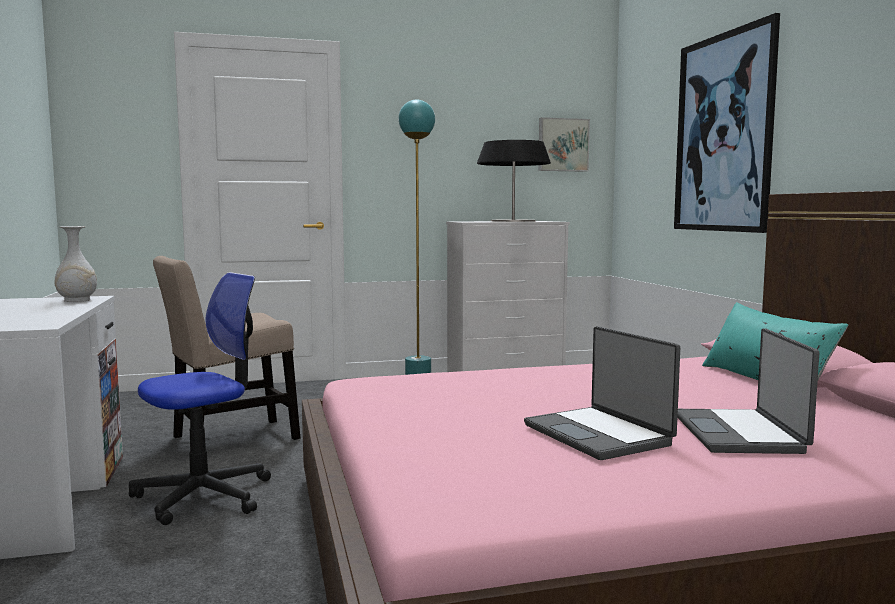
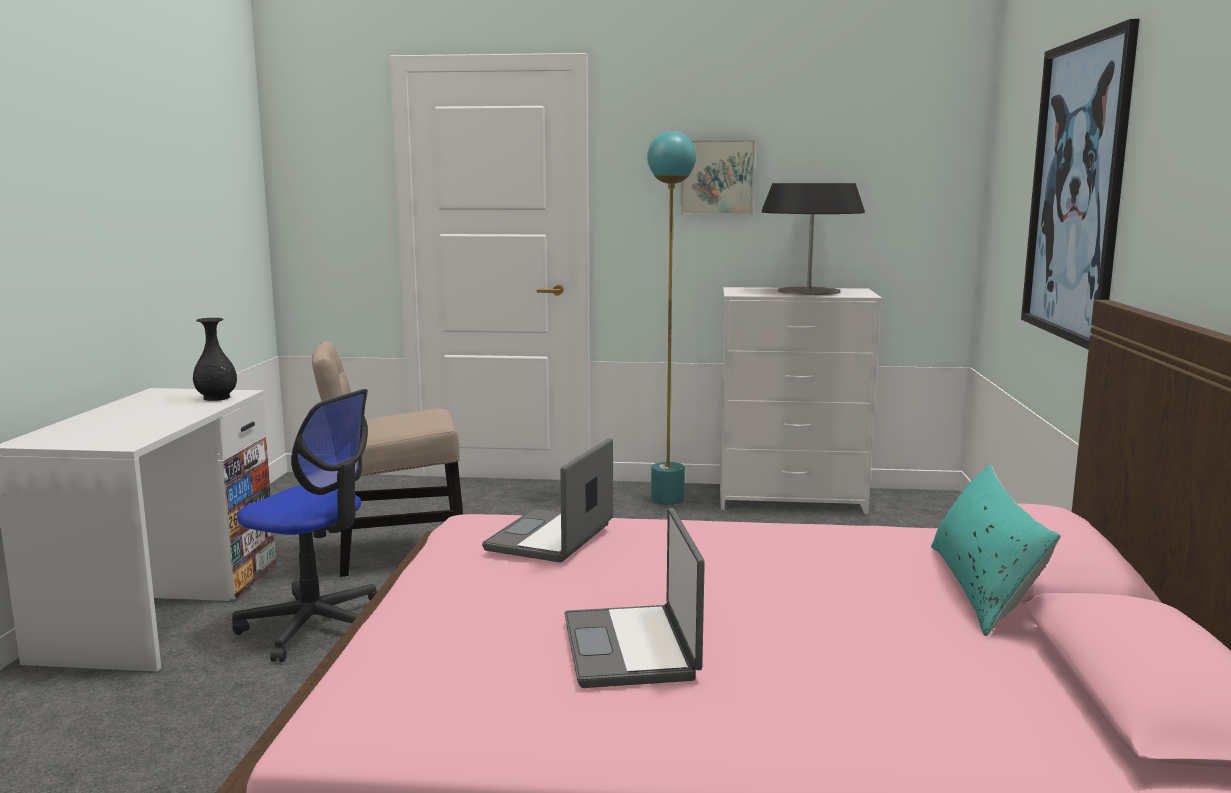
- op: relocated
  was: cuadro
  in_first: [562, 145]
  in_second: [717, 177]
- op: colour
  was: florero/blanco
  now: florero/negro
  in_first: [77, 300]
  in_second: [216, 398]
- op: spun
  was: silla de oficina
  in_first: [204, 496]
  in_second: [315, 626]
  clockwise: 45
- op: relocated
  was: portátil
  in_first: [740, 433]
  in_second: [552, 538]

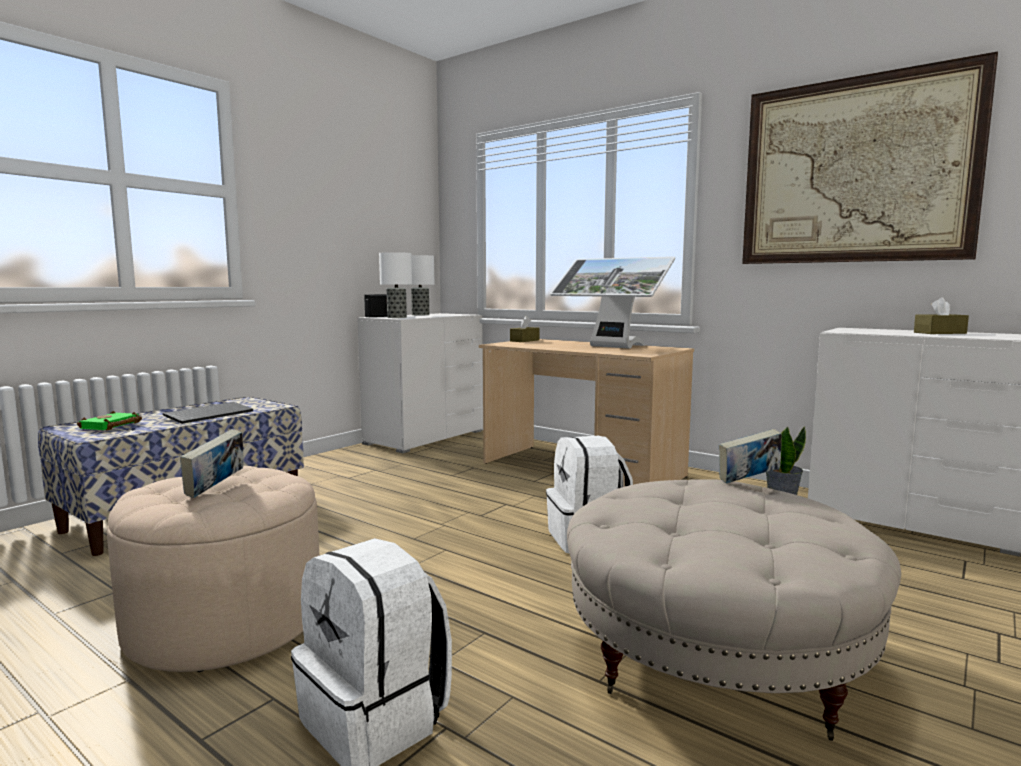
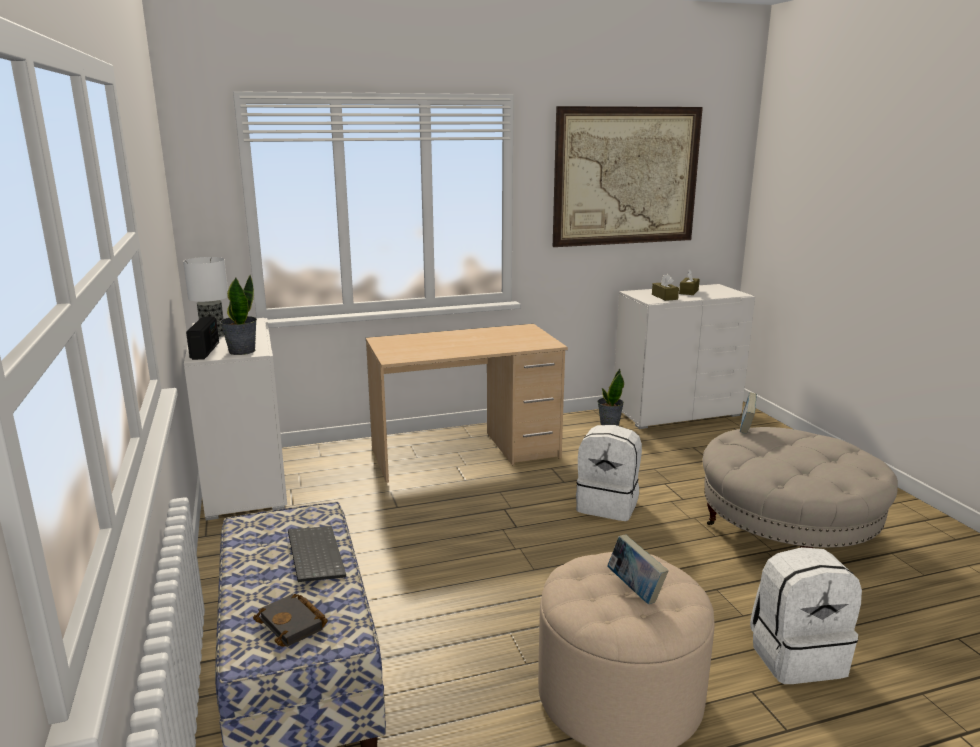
- op: exchanged
  was: lámpara de mesa
  now: planta en maceta
  in_first: [397, 317]
  in_second: [241, 351]
- op: missing
  was: monitor
  in_first: [610, 347]
- op: relocated
  was: caja de pañuelos/marrón
  in_first: [524, 340]
  in_second: [664, 297]
- op: colour
  was: libro/verde
  now: libro/negro
  in_first: [111, 426]
  in_second: [294, 624]

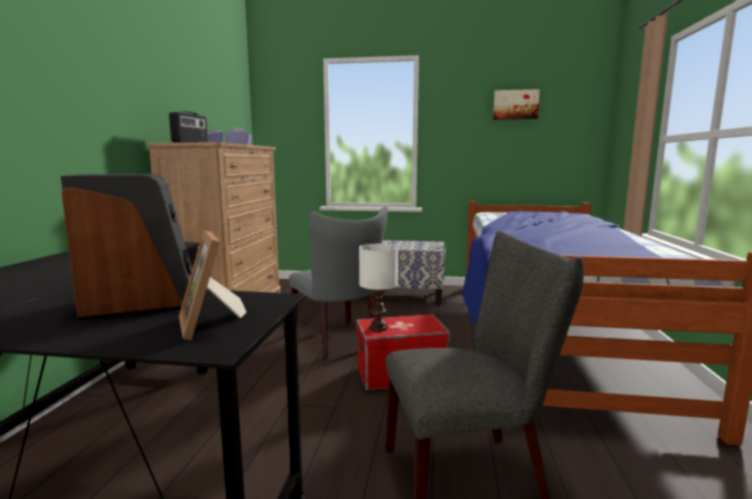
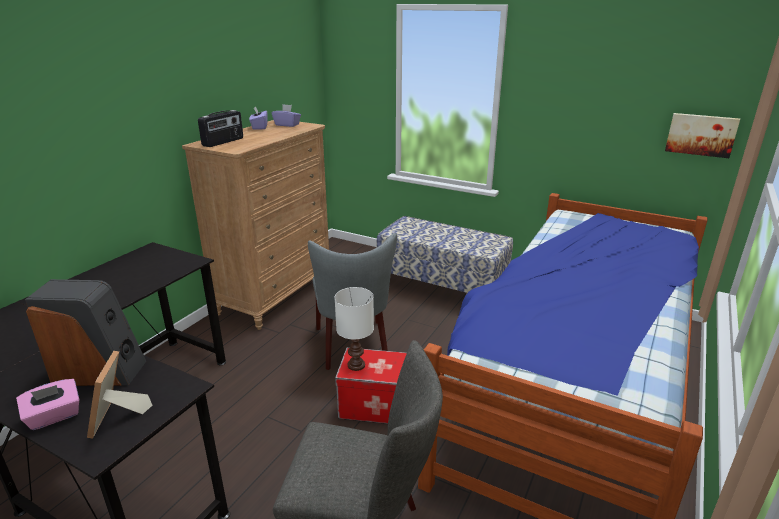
- op: relocated
  was: cuadro
  in_first: [515, 105]
  in_second: [701, 134]
- op: appeared
  now: caja de pañuelos/rosa
  in_second: [54, 416]

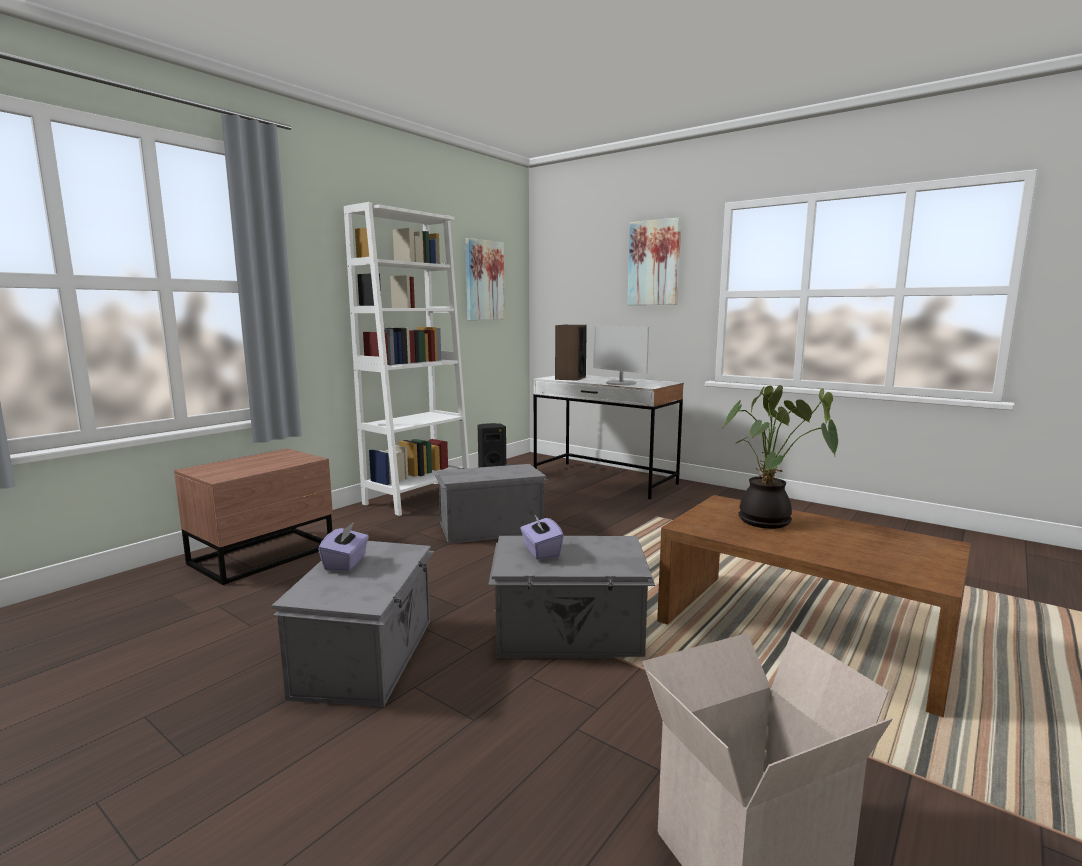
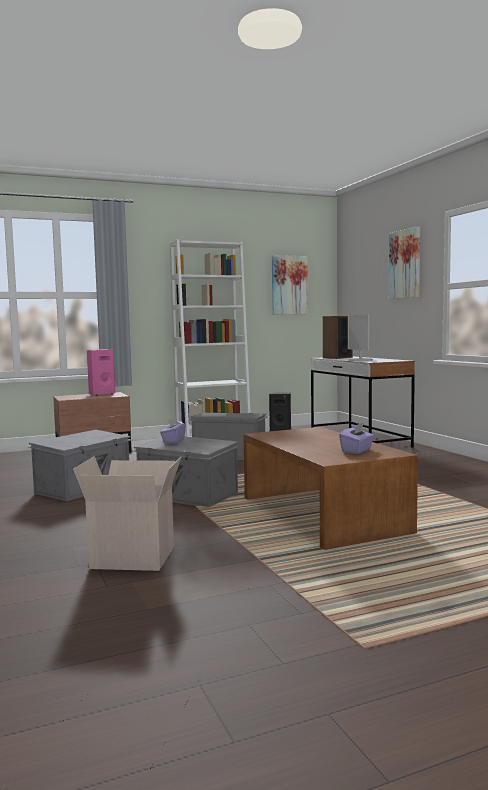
- op: missing
  was: planta en maceta
  in_first: [769, 522]
- op: relocated
  was: caja de pañuelos/morado
  in_first: [346, 563]
  in_second: [357, 451]
- op: appeared
  now: altavoz/rosa
  in_second: [101, 394]

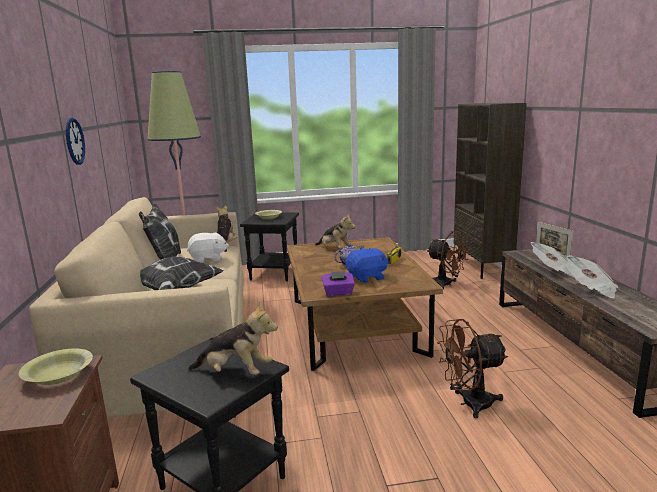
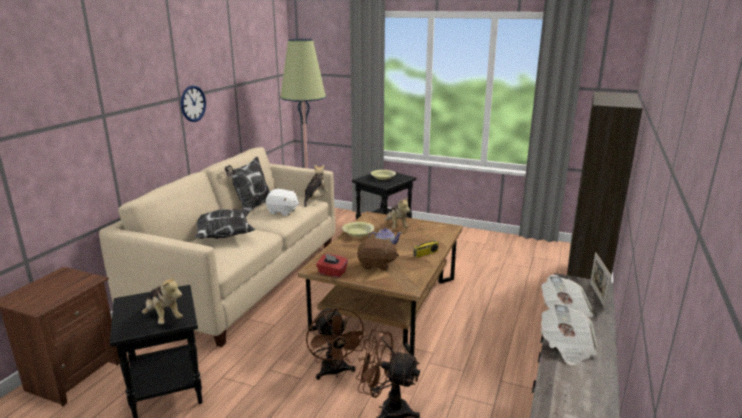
- op: relocated
  was: ventilador/marrón
  in_first: [446, 284]
  in_second: [335, 372]
- op: colour
  was: peluche/azul
  now: peluche/marrón
  in_first: [367, 277]
  in_second: [376, 265]
- op: colour
  was: caja de pañuelos/morado
  now: caja de pañuelos/rojo
  in_first: [338, 293]
  in_second: [332, 273]
- op: relocated
  was: cuenco/amarillo
  in_first: [59, 375]
  in_second: [358, 233]

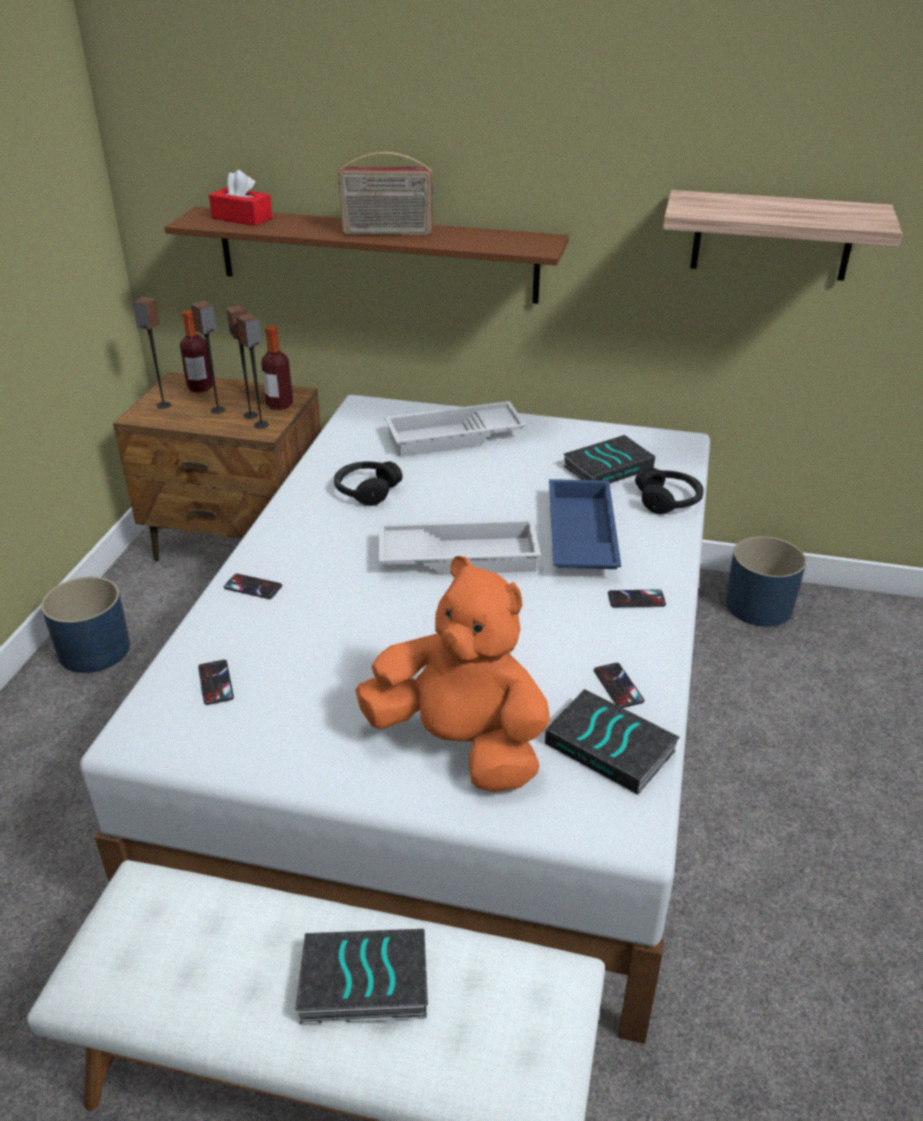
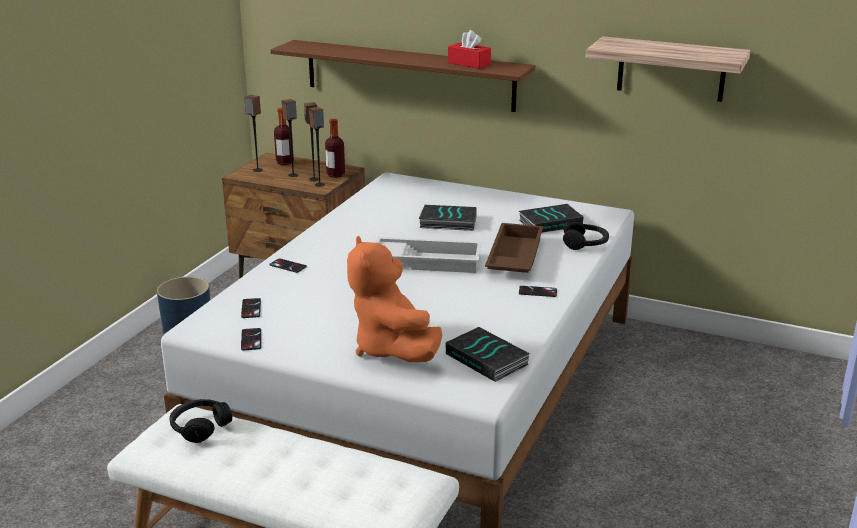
- op: missing
  was: radio
  in_first: [387, 233]
- op: relocated
  was: caja de pañuelos/rojo
  in_first: [242, 218]
  in_second: [469, 63]
- op: missing
  was: bandeja/blanco
  in_first: [454, 438]
- op: relocated
  was: auriculares/negro
  in_first: [366, 491]
  in_second: [200, 427]
- op: colour
  was: bandeja/azul
  now: bandeja/marrón
  in_first: [578, 536]
  in_second: [513, 257]
- op: missing
  was: maceta/azul
  in_first: [758, 606]
- op: spun
  was: peluche/naranja
  in_first: [460, 743]
  in_second: [392, 349]
  clockwise: -150
- op: relocated
  was: móvil
  in_first: [618, 686]
  in_second: [251, 339]
- op: relocated
  was: libro
  in_first: [363, 984]
  in_second: [447, 222]

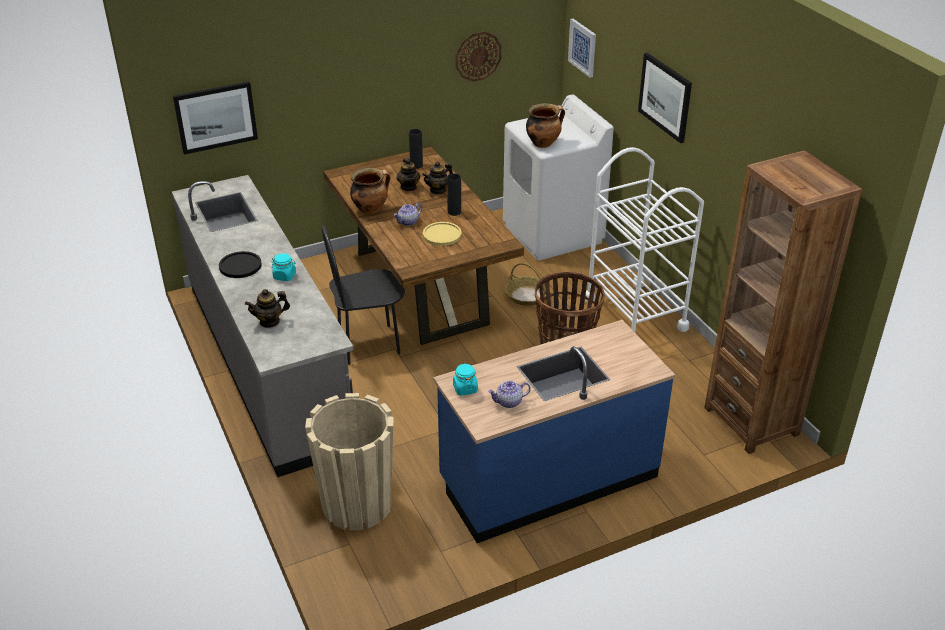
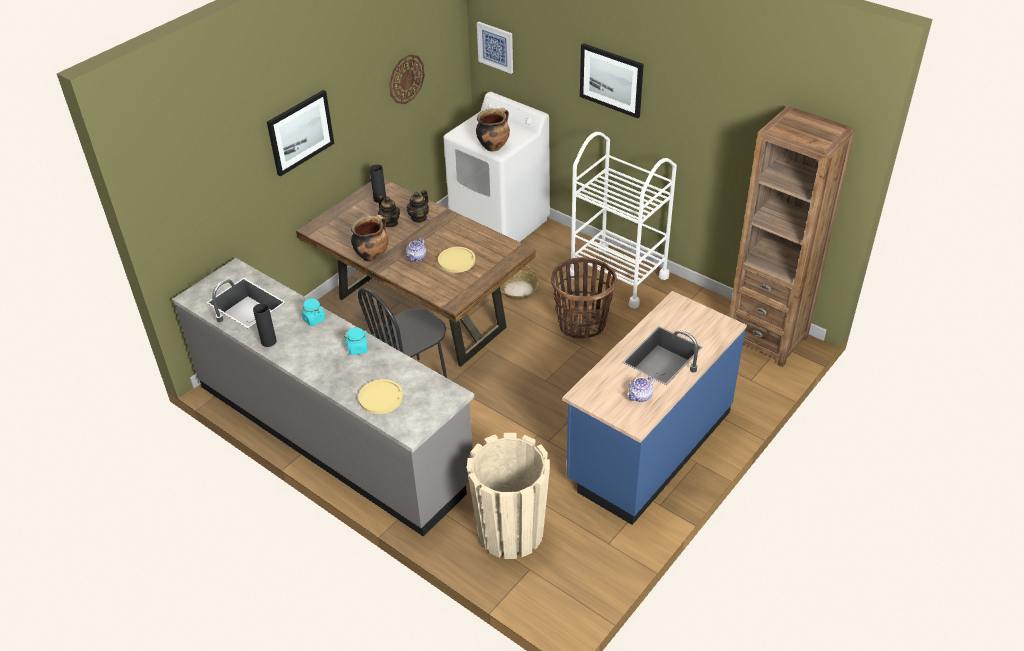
- op: relocated
  was: cuadro
  in_first: [215, 117]
  in_second: [300, 132]
- op: relocated
  was: florero/negro
  in_first: [454, 212]
  in_second: [269, 341]
- op: missing
  was: plato/negro
  in_first: [240, 266]
- op: exchanged
  was: tetera
  now: plato/amarillo
  in_first: [269, 321]
  in_second: [381, 397]
- op: relocated
  was: tarro/turquesa
  in_first: [465, 388]
  in_second: [314, 319]

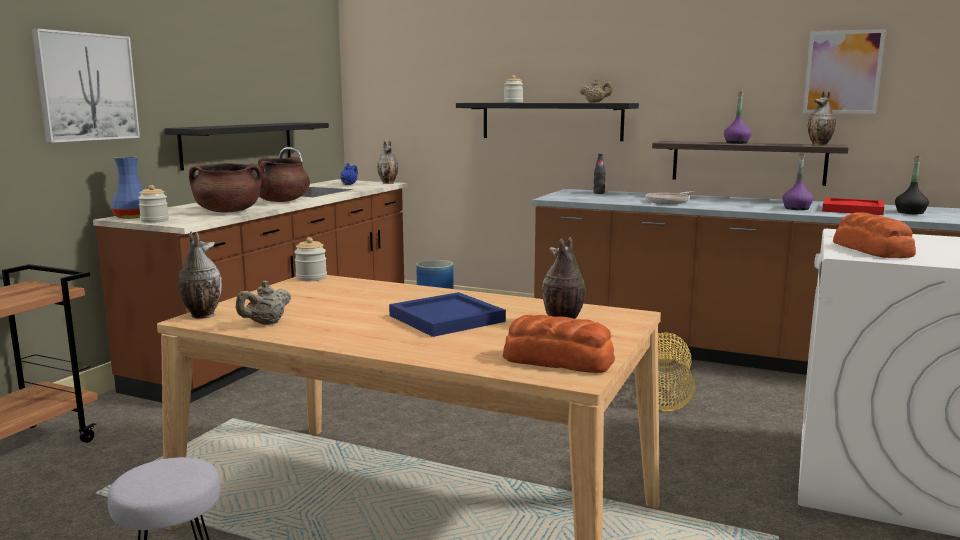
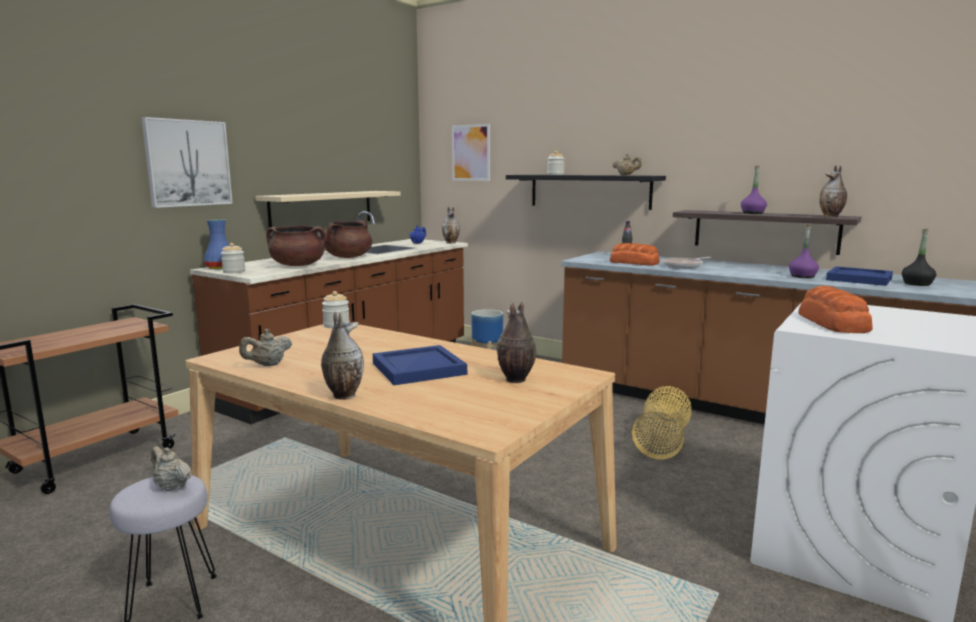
- op: relocated
  was: cuadro
  in_first: [843, 72]
  in_second: [471, 153]
- op: colour
  was: estante/negro
  now: estante/beis
  in_first: [238, 144]
  in_second: [322, 209]
- op: colour
  was: bandeja/rojo
  now: bandeja/azul
  in_first: [853, 209]
  in_second: [860, 279]
- op: relocated
  was: florero
  in_first: [201, 315]
  in_second: [343, 395]
- op: relocated
  was: pan
  in_first: [557, 360]
  in_second: [633, 263]
- op: appeared
  now: tetera/beis
  in_second: [171, 486]

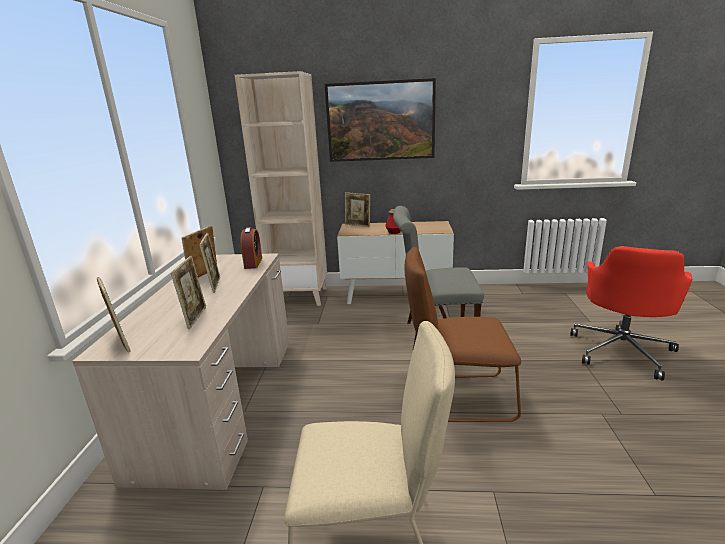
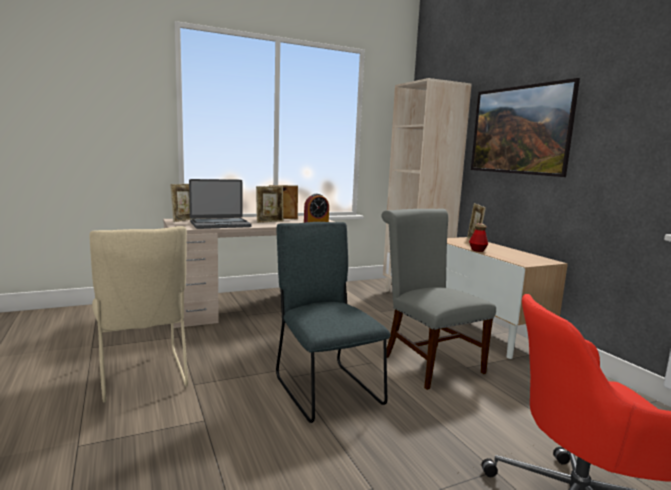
- op: colour
  was: silla/marrón
  now: silla/gris
  in_first: [457, 398]
  in_second: [325, 388]
- op: exchanged
  was: portarretratos
  now: portátil
  in_first: [195, 317]
  in_second: [220, 224]

